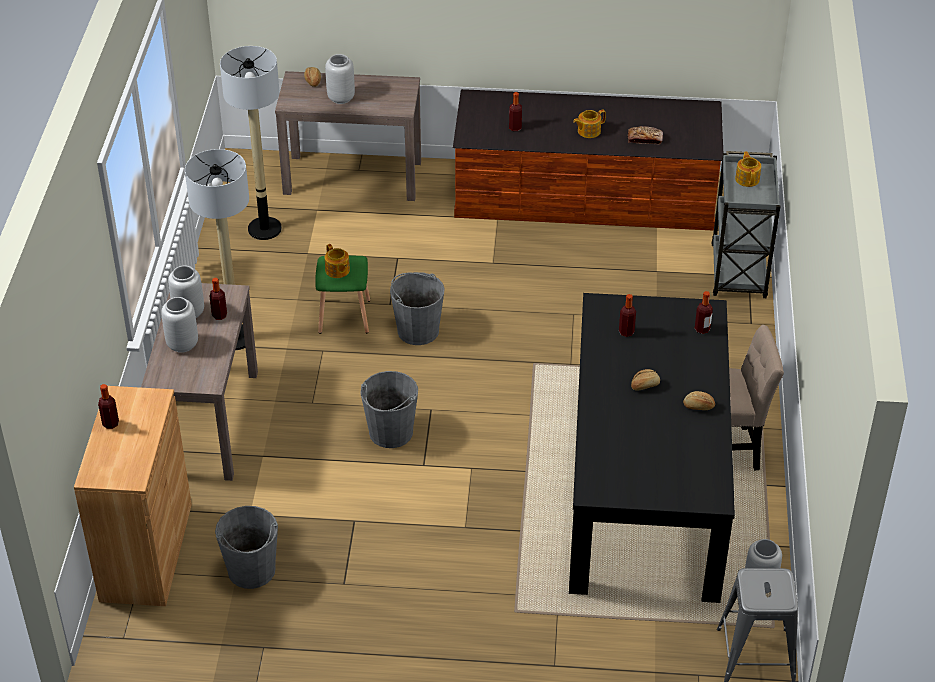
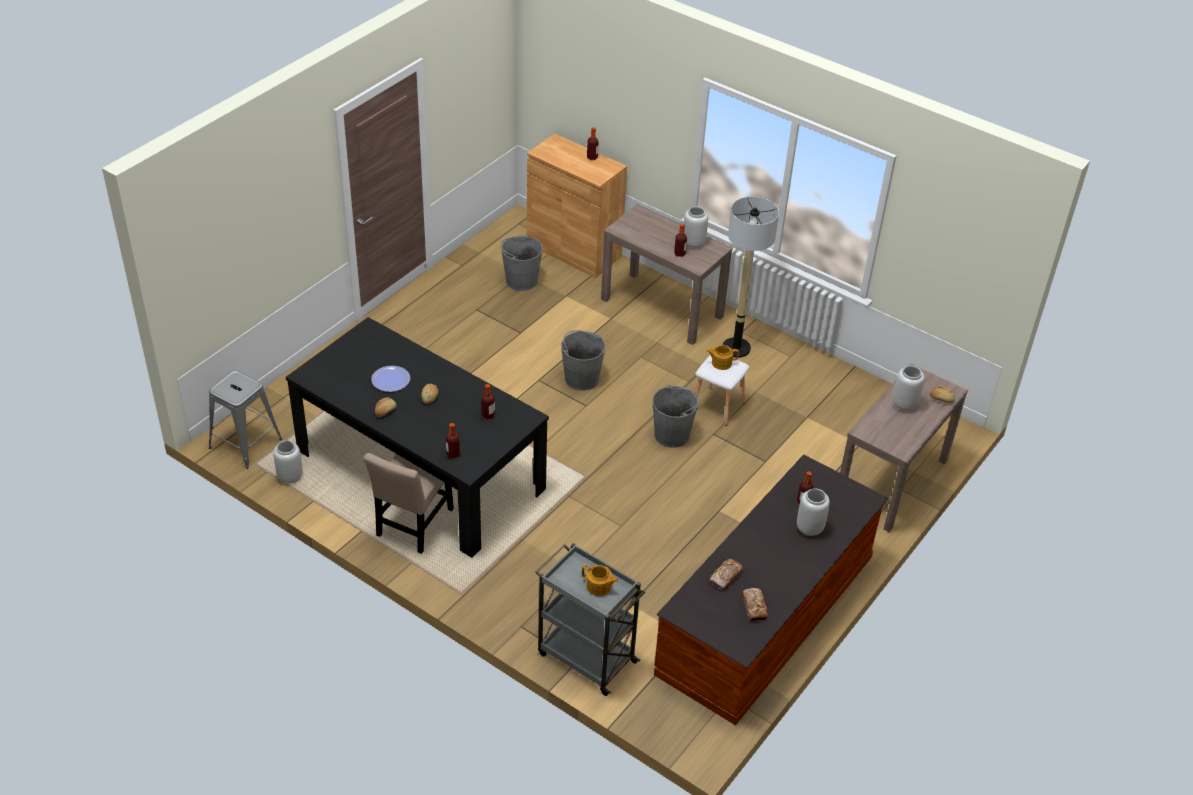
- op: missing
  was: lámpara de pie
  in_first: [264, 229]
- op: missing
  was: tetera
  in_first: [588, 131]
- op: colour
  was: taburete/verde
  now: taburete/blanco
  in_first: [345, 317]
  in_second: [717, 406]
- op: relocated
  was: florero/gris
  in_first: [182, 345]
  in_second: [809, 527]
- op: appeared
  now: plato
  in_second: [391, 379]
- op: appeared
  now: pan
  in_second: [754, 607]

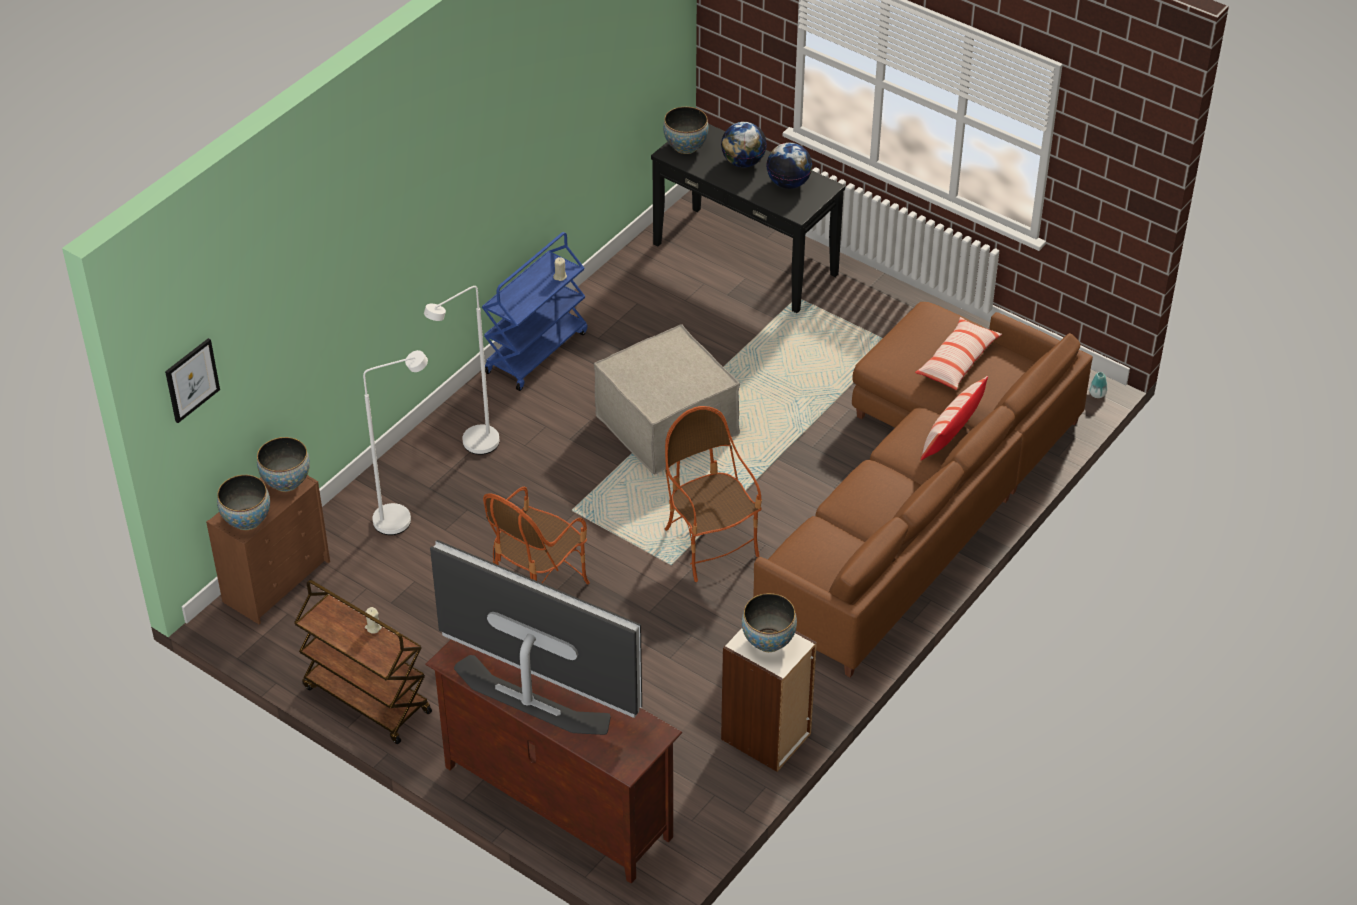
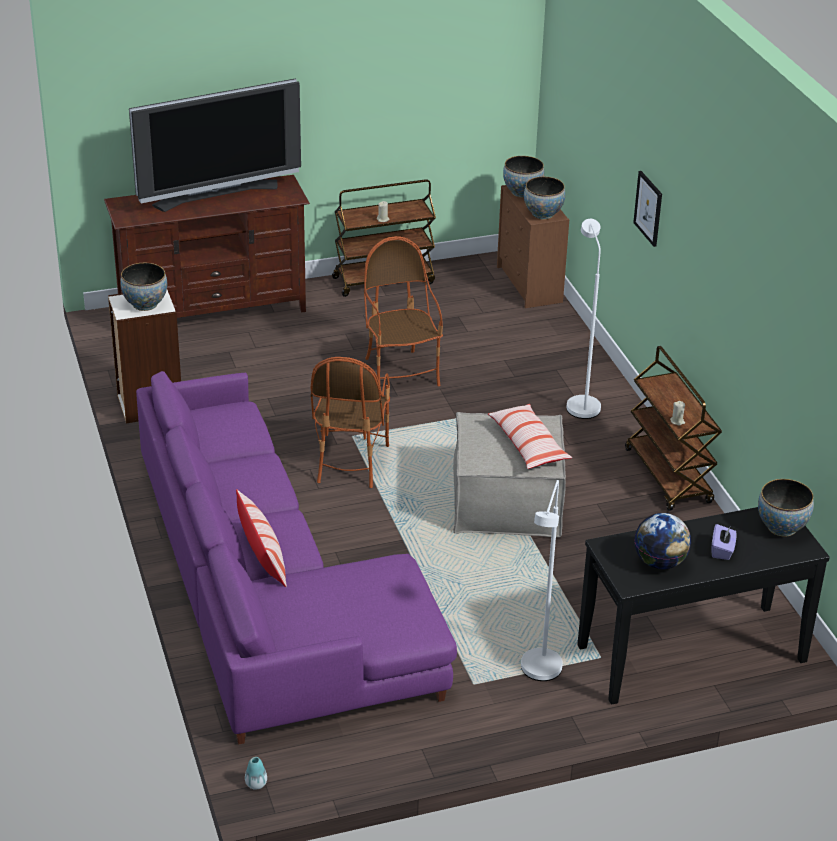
- op: exchanged
  was: globo terráqueo
  now: caja de pañuelos/morado
  in_first: [743, 162]
  in_second: [722, 550]
- op: colour
  was: carrito/azul
  now: carrito/marrón
  in_first: [536, 351]
  in_second: [668, 476]
- op: colour
  was: sofá/marrón
  now: sofá/morado
  in_first: [921, 496]
  in_second: [269, 593]
- op: relocated
  was: cojín
  in_first: [957, 361]
  in_second: [528, 445]
- op: relocated
  was: cuadro
  in_first: [191, 380]
  in_second: [648, 208]
- op: relocated
  was: lámpara de pie/blanco
  in_first: [402, 518]
  in_second: [539, 675]
- op: spun
  was: sillón
  in_first: [710, 545]
  in_second: [349, 462]
  clockwise: 90

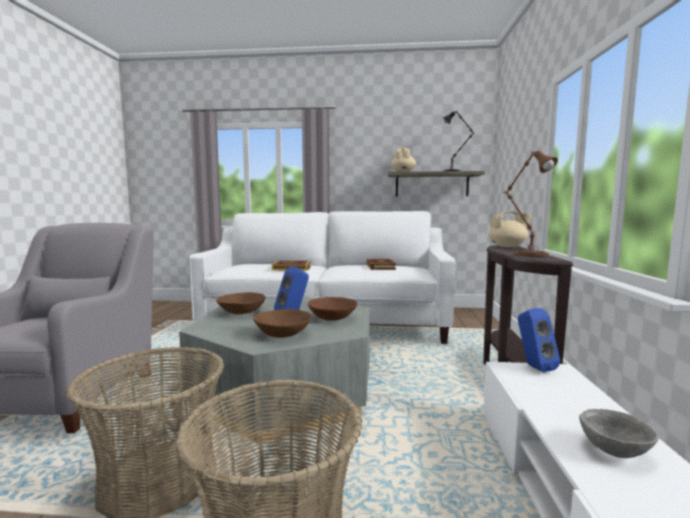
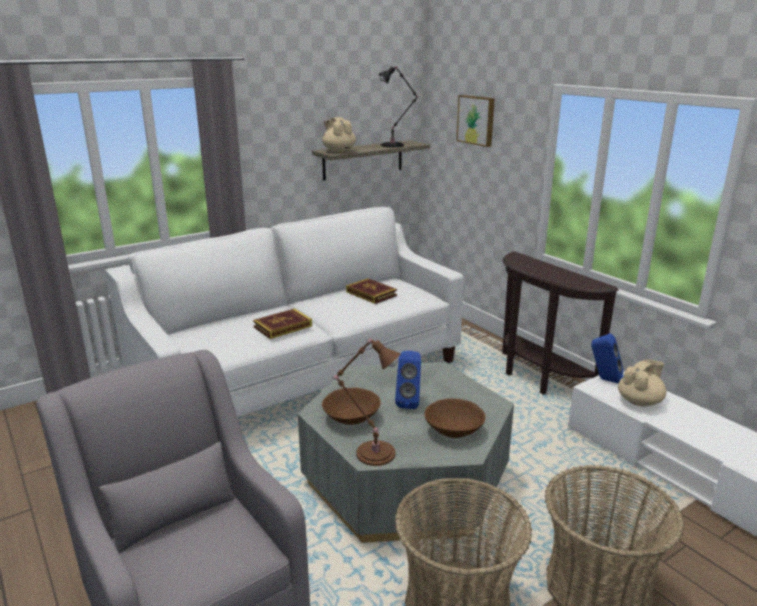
- op: relocated
  was: lámpara de mesa/marrón
  in_first: [528, 254]
  in_second: [372, 452]
- op: relocated
  was: tetera/beis
  in_first: [508, 246]
  in_second: [640, 401]
- op: missing
  was: cuenco/marrón
  in_first: [332, 318]
- op: missing
  was: cuenco/gris
  in_first: [613, 451]
- op: appeared
  now: cuadro
  in_second: [476, 120]

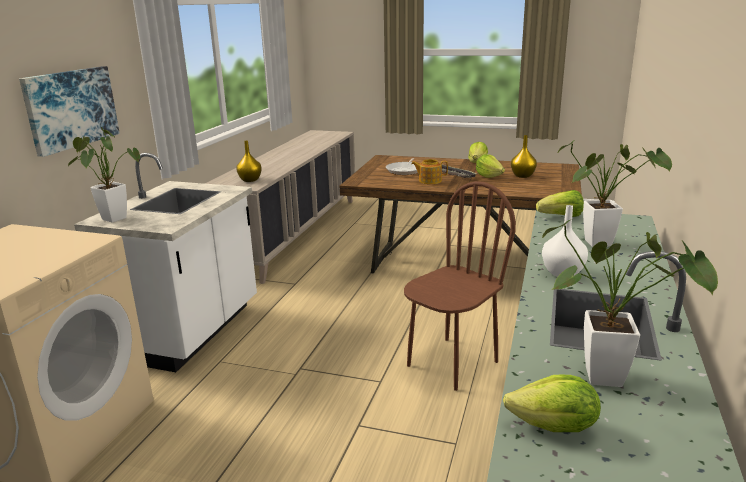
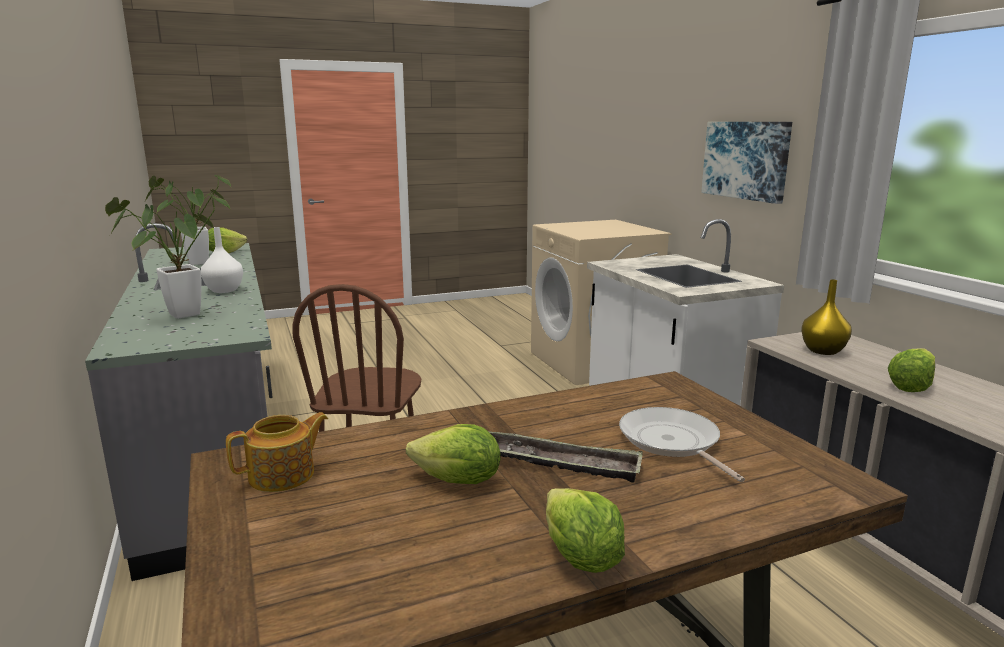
- op: missing
  was: planta en maceta
  in_first: [111, 218]
- op: missing
  was: florero/amarillo
  in_first: [522, 176]
- op: relocated
  was: tetera
  in_first: [429, 181]
  in_second: [283, 475]
- op: relocated
  was: lechuga
  in_first: [561, 217]
  in_second: [911, 385]

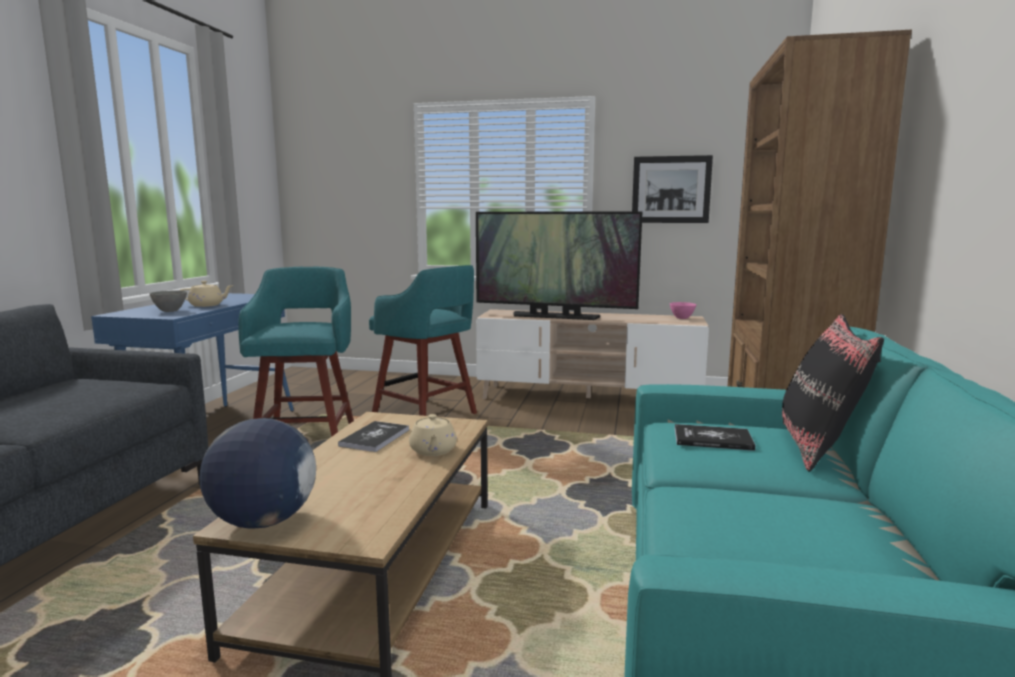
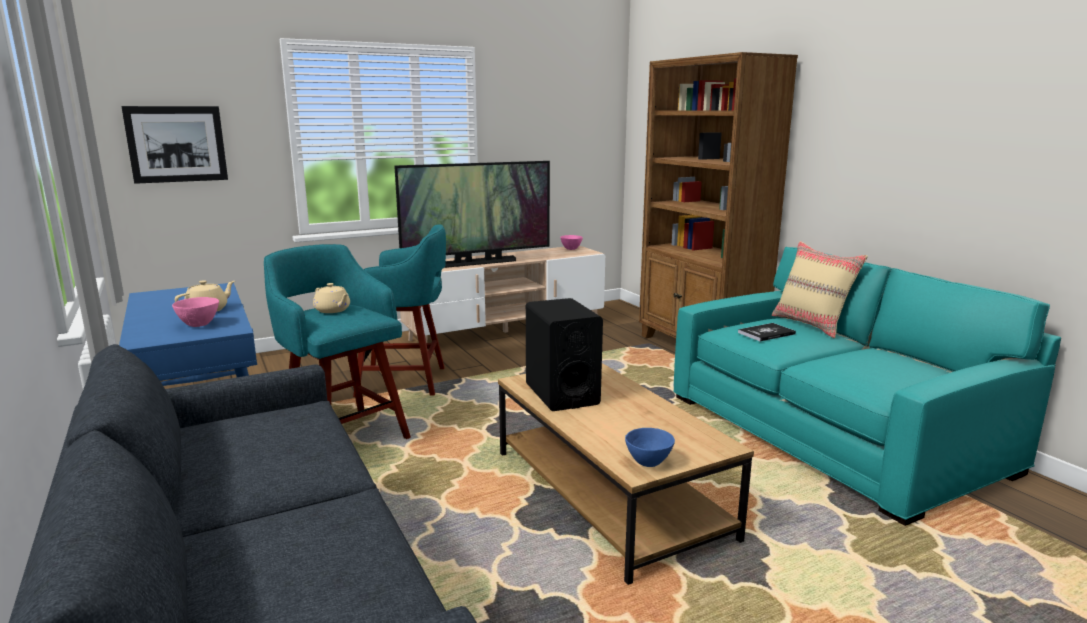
- op: relocated
  was: cuadro
  in_first: [671, 189]
  in_second: [176, 144]
- op: colour
  was: cuenco/gris
  now: cuenco/rosa
  in_first: [170, 311]
  in_second: [199, 325]
- op: colour
  was: cojín/negro
  now: cojín/beis
  in_first: [819, 448]
  in_second: [811, 325]
- op: relocated
  was: tetera/beis
  in_first: [433, 451]
  in_second: [333, 310]
- op: exchanged
  was: globo terráqueo
  now: cuenco/azul
  in_first: [263, 522]
  in_second: [648, 463]
- op: exchanged
  was: libro
  now: altavoz/negro
  in_first: [375, 438]
  in_second: [561, 394]

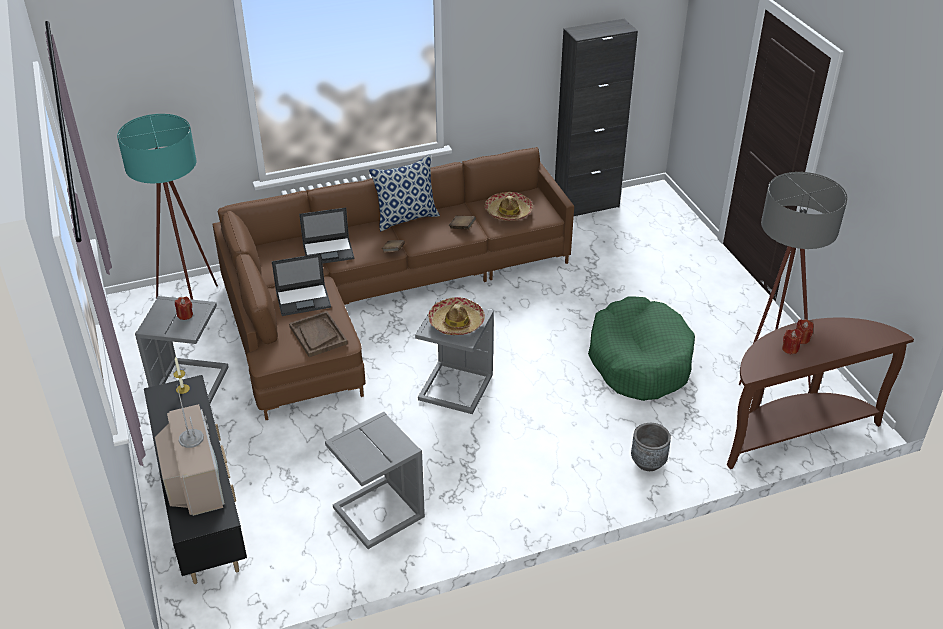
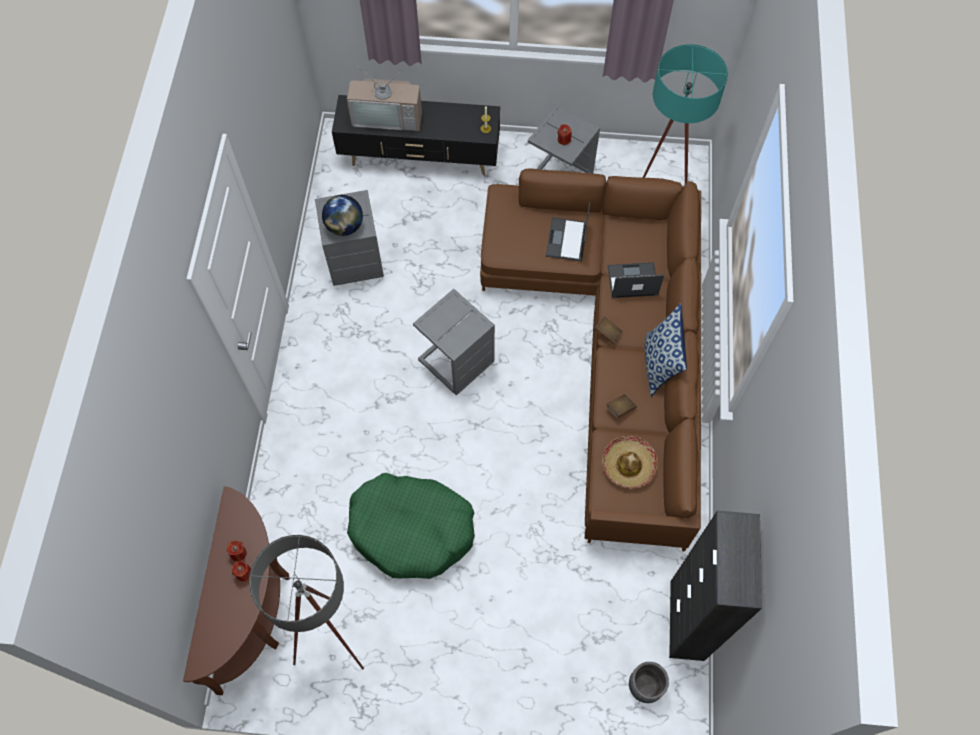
- op: spun
  was: portátil
  in_first: [329, 251]
  in_second: [632, 281]
  clockwise: 75
- op: missing
  was: sombrero
  in_first: [456, 323]
- op: missing
  was: bandeja/marrón
  in_first: [318, 335]
- op: relocated
  was: maceta/gris
  in_first: [648, 462]
  in_second: [645, 686]
- op: appeared
  now: globo terráqueo
  in_second: [345, 226]

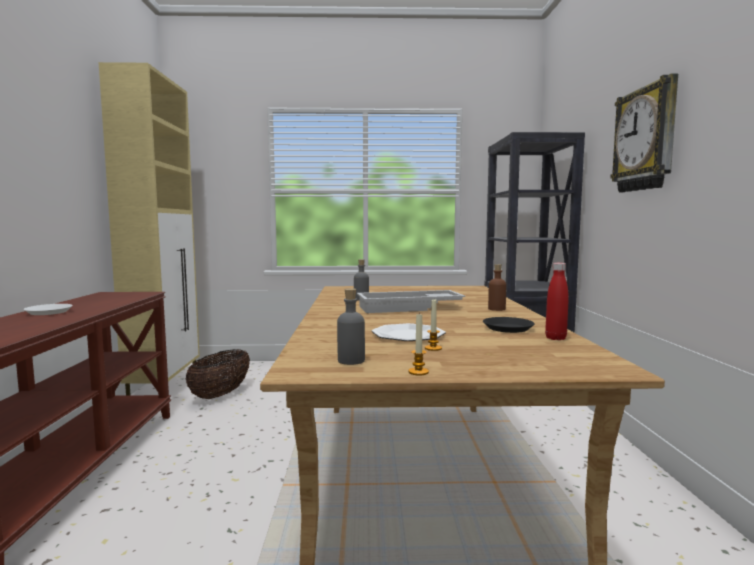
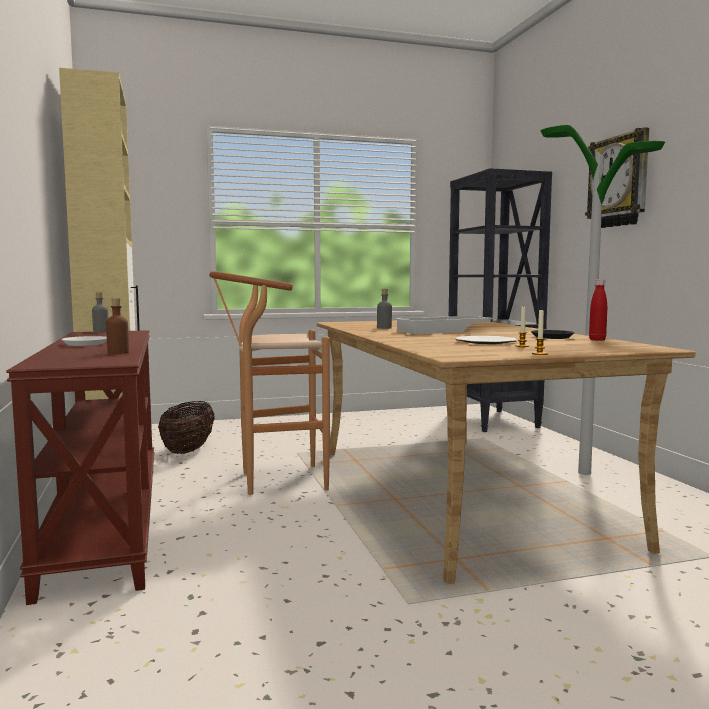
- op: relocated
  was: botella/marrón
  in_first: [496, 309]
  in_second: [118, 352]
- op: relocated
  was: botella/gris
  in_first: [351, 360]
  in_second: [101, 331]
- op: appeared
  now: lámpara de pie
  in_second: [584, 473]
- op: appeared
  now: taburete/marrón
  in_second: [274, 481]

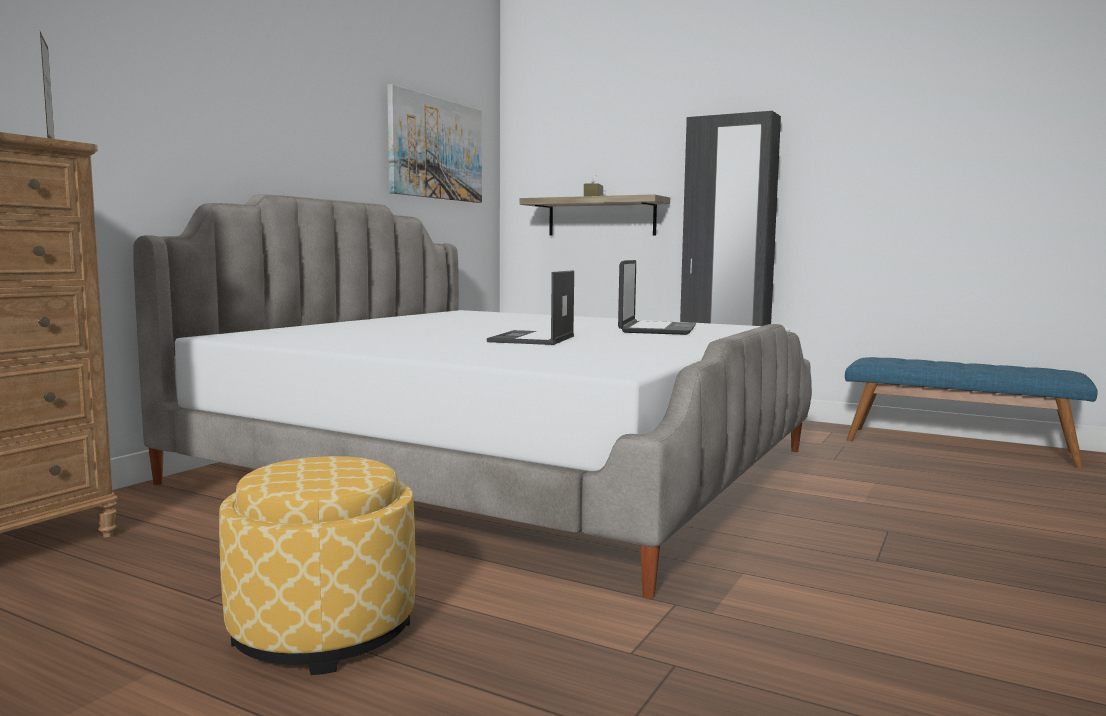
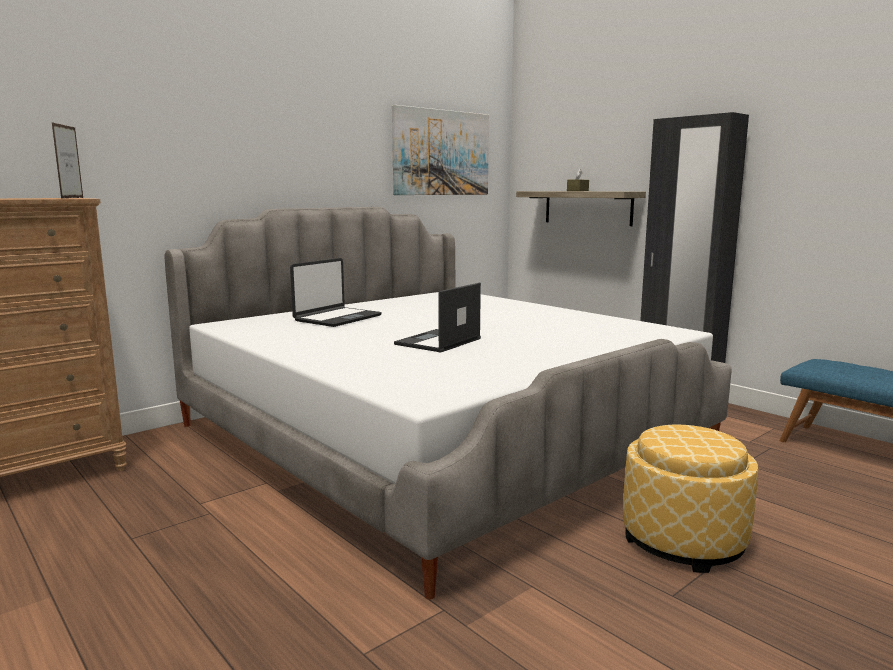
- op: relocated
  was: portátil
  in_first: [656, 330]
  in_second: [337, 318]
- op: relocated
  was: puf
  in_first: [323, 630]
  in_second: [683, 540]

